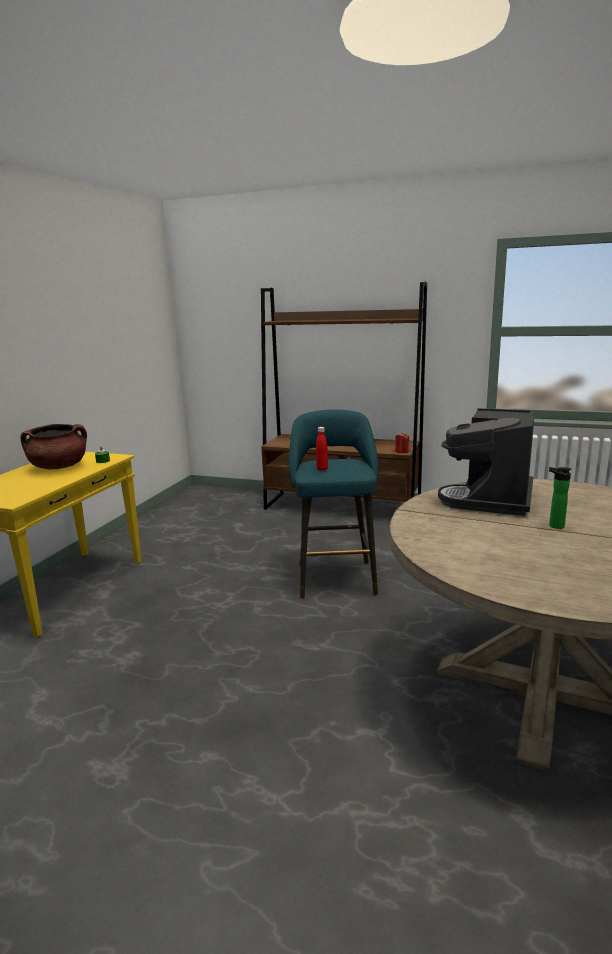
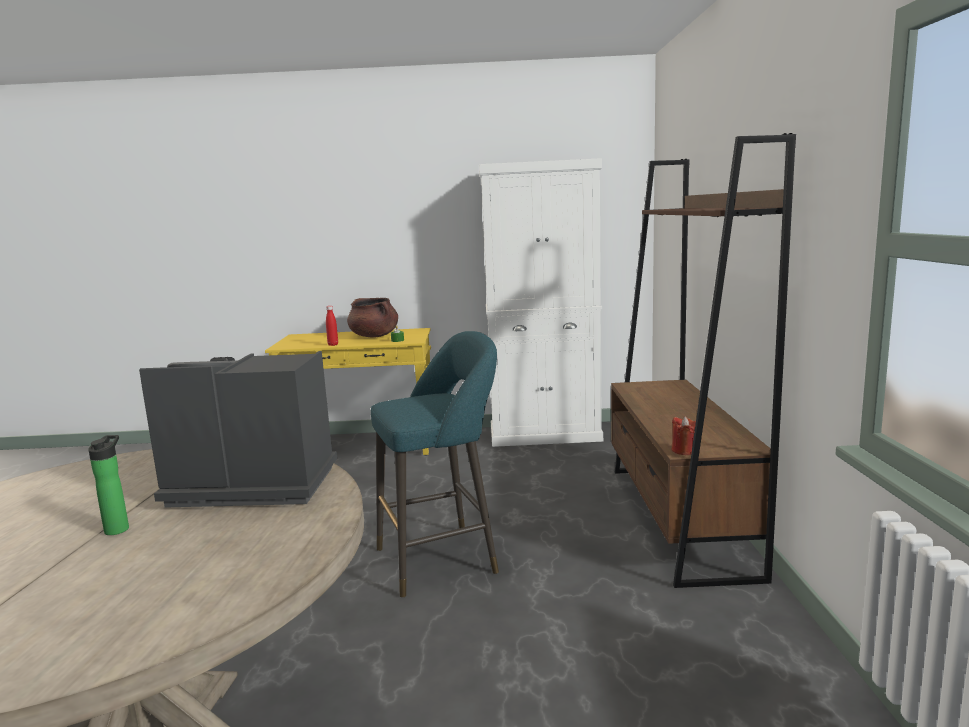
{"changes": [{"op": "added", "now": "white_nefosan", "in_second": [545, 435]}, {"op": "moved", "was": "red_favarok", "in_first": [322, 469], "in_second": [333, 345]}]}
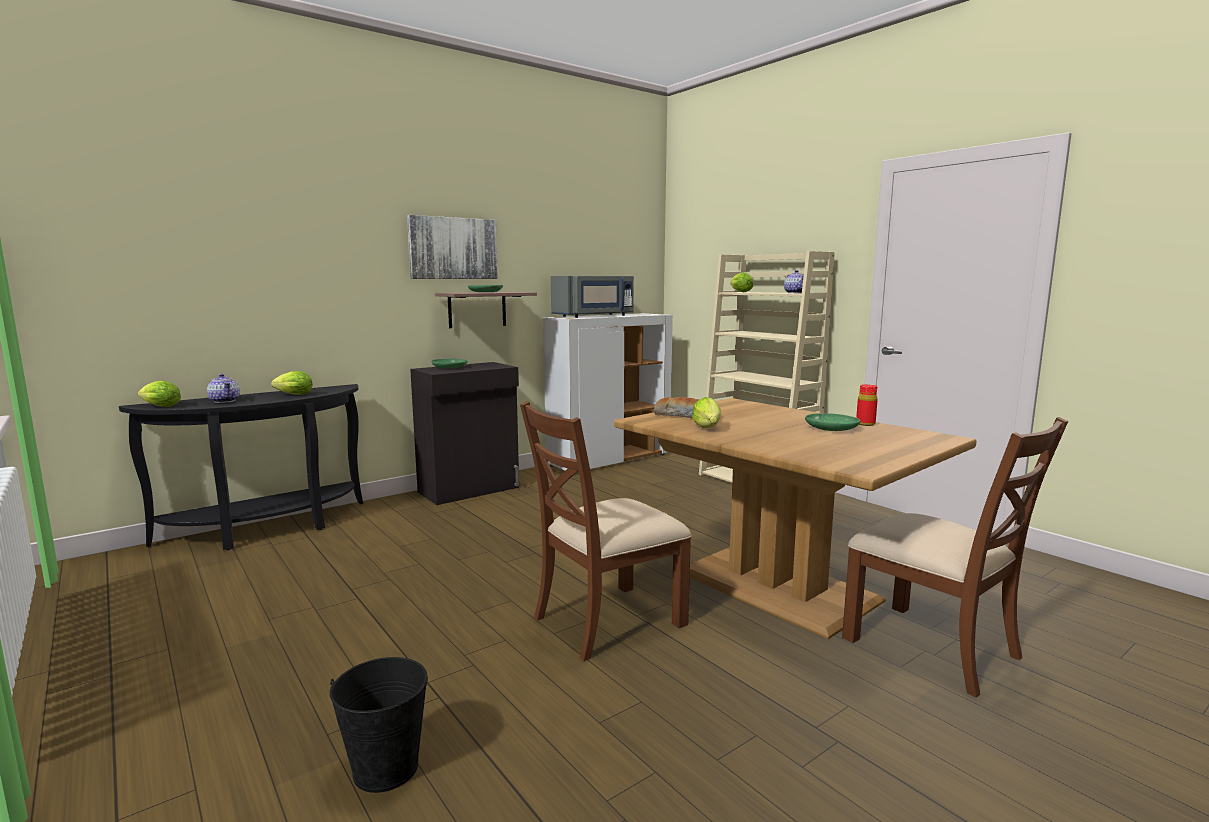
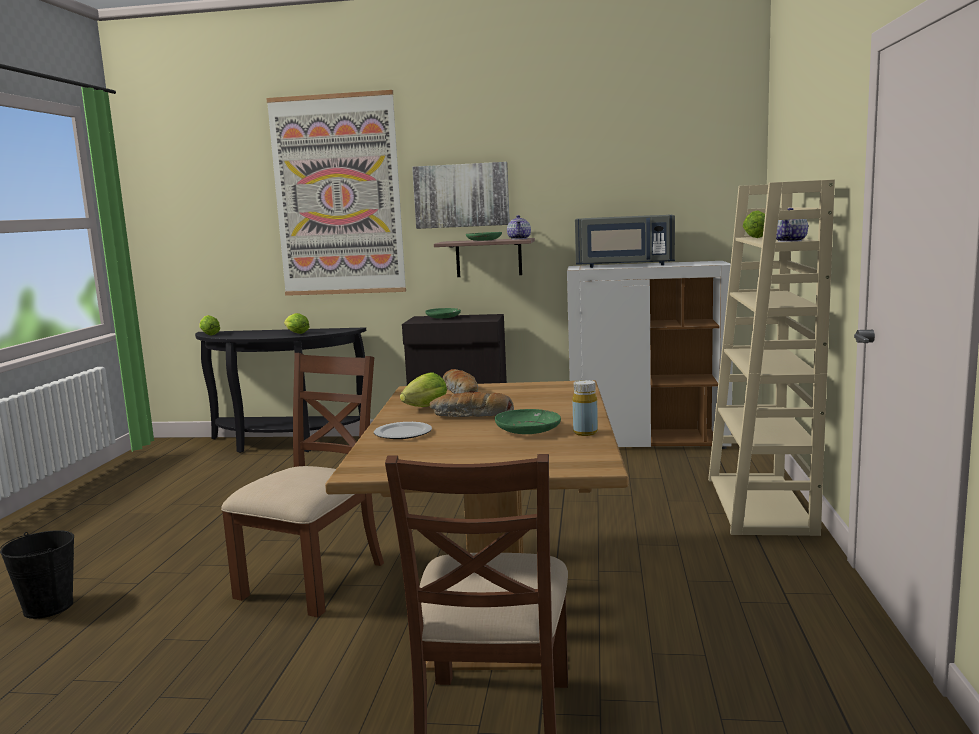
{"changes": [{"op": "added", "now": "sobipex", "in_second": [337, 196]}, {"op": "added", "now": "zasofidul", "in_second": [403, 433]}, {"op": "added", "now": "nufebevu", "in_second": [472, 416]}, {"op": "moved", "was": "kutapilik", "in_first": [225, 401], "in_second": [519, 239]}, {"op": "recoloured", "was": "red_favarok", "now": "yellow_favarok", "in_first": [865, 424], "in_second": [585, 433]}, {"op": "turned", "was": "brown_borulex", "in_first": [607, 620], "in_second": [314, 579], "clockwise": 105}]}
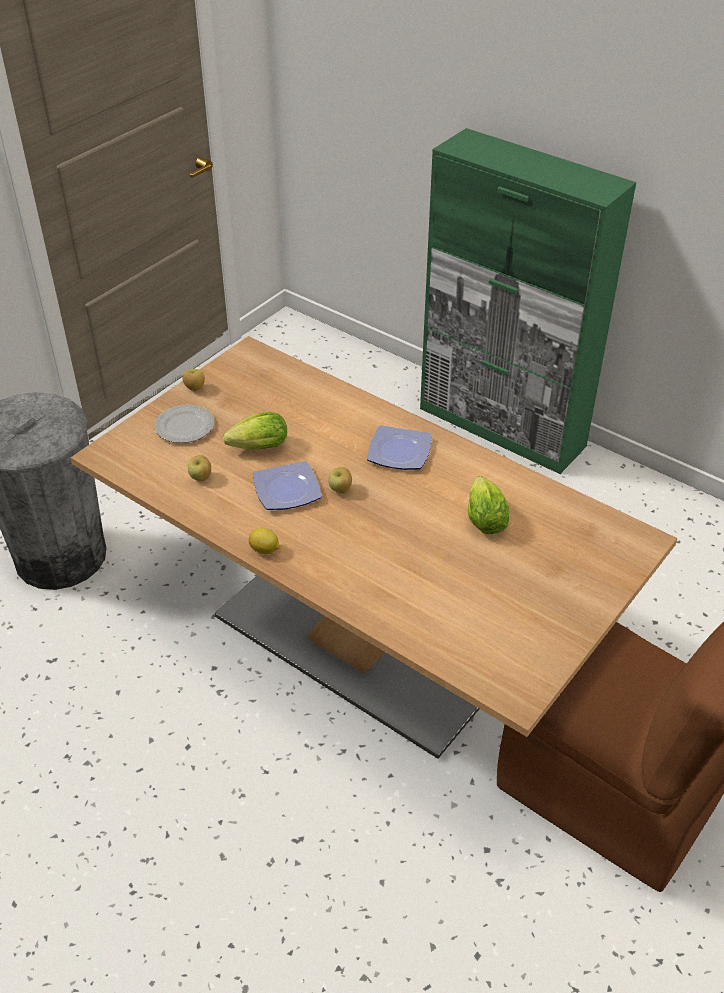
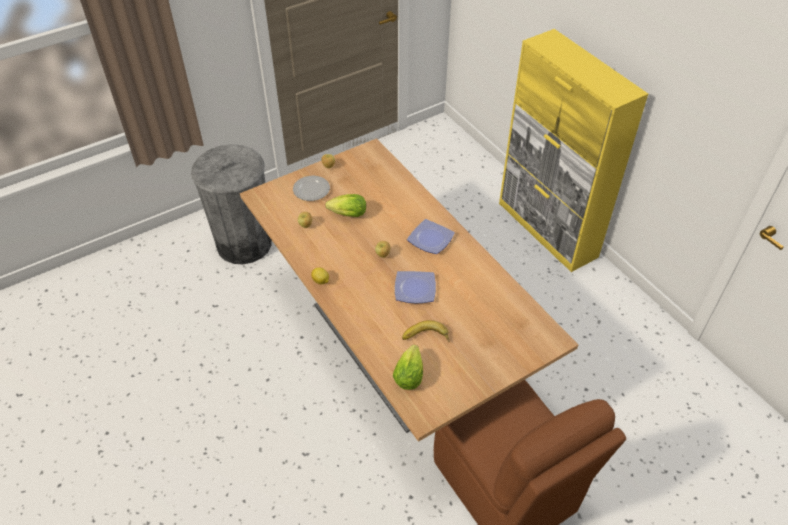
{"changes": [{"op": "added", "now": "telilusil", "in_second": [426, 338]}, {"op": "moved", "was": "zasofidul", "in_first": [288, 489], "in_second": [415, 288]}, {"op": "moved", "was": "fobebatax", "in_first": [484, 517], "in_second": [409, 373]}, {"op": "recoloured", "was": "green_nefosan", "now": "yellow_nefosan", "in_first": [502, 428], "in_second": [547, 230]}]}
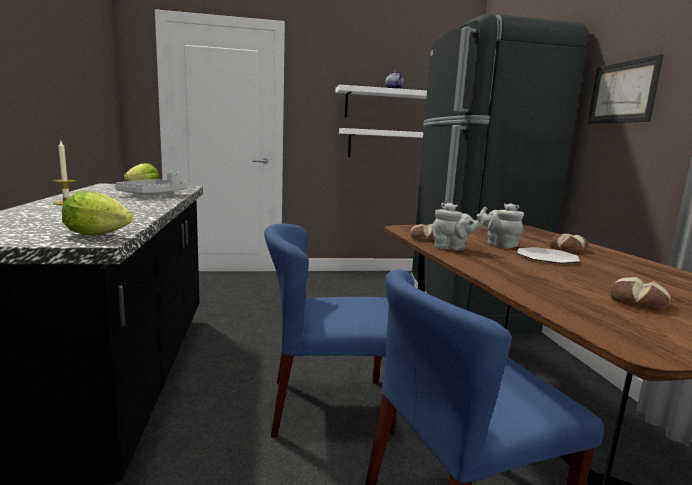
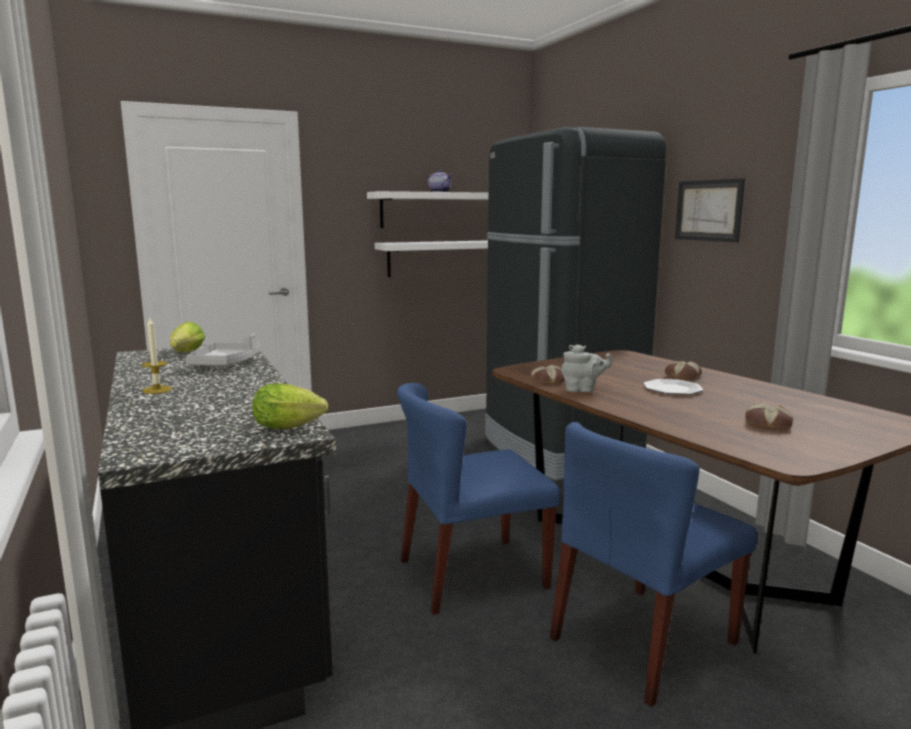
{"changes": [{"op": "removed", "was": "grey_kutapilik", "in_first": [499, 245]}]}
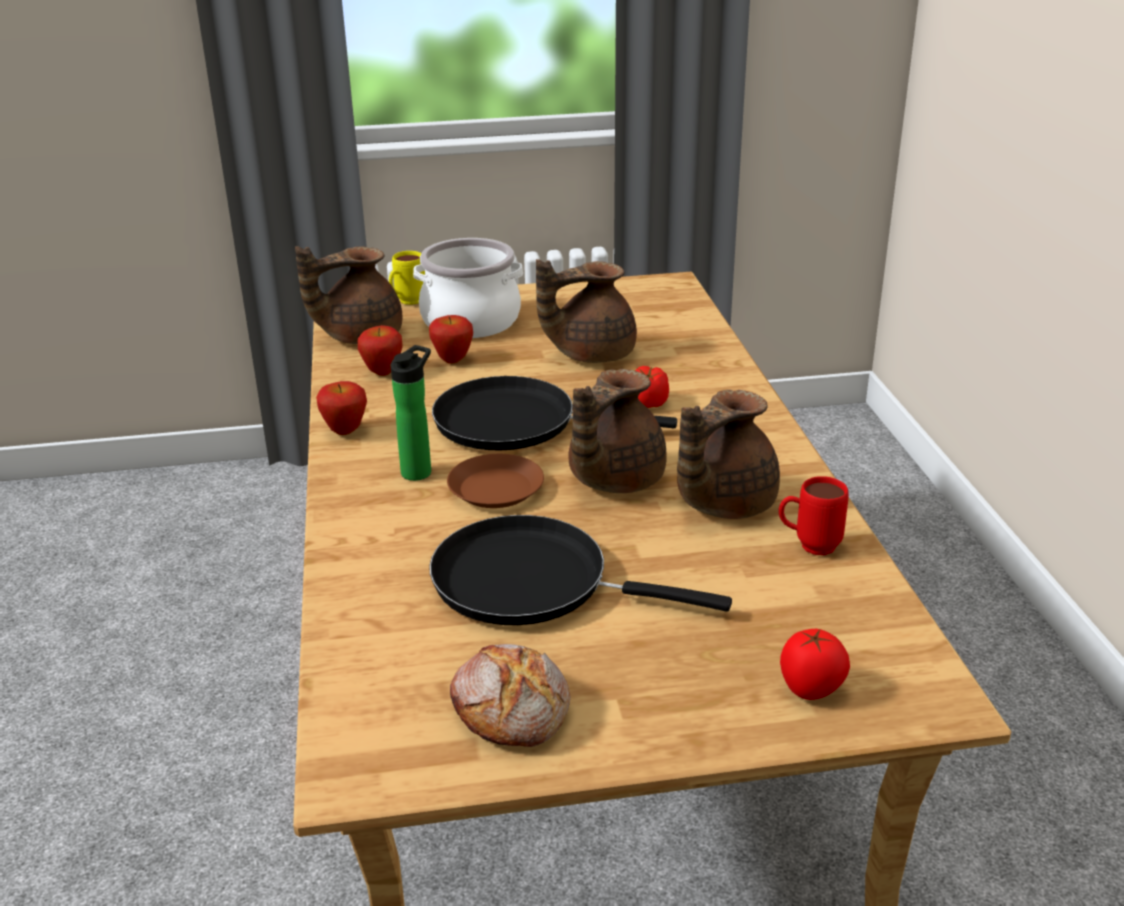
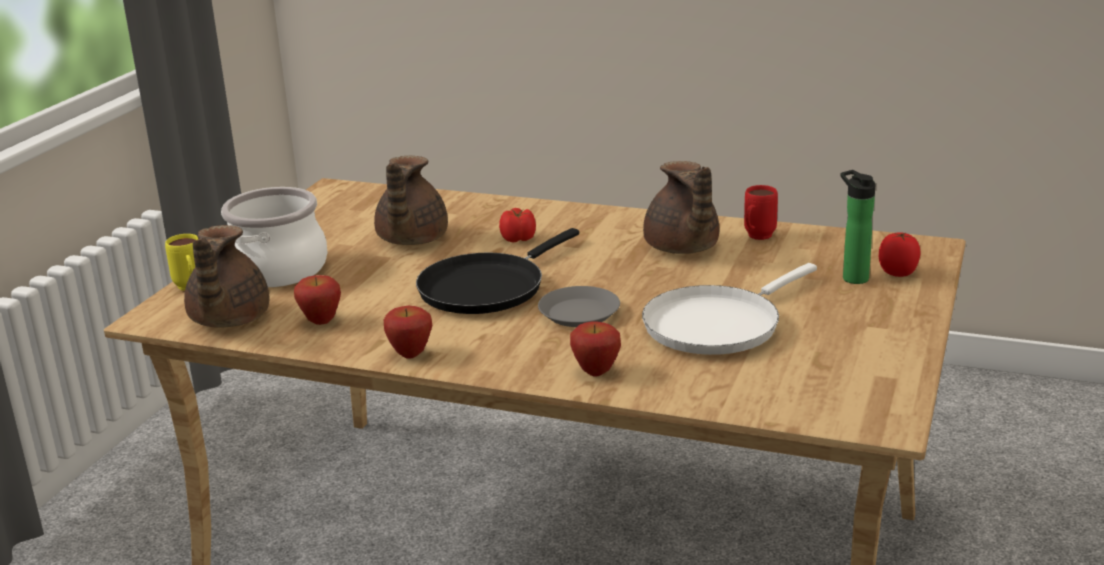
{"changes": [{"op": "removed", "was": "nufebevu", "in_first": [513, 708]}, {"op": "removed", "was": "brown_kutapilik", "in_first": [612, 480]}, {"op": "moved", "was": "favarok", "in_first": [419, 471], "in_second": [852, 277]}, {"op": "moved", "was": "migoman", "in_first": [453, 361], "in_second": [596, 372]}, {"op": "recoloured", "was": "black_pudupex", "now": "white_pudupex", "in_first": [532, 582], "in_second": [717, 324]}, {"op": "recoloured", "was": "brown_zasofidul", "now": "grey_zasofidul", "in_first": [495, 488], "in_second": [578, 313]}]}
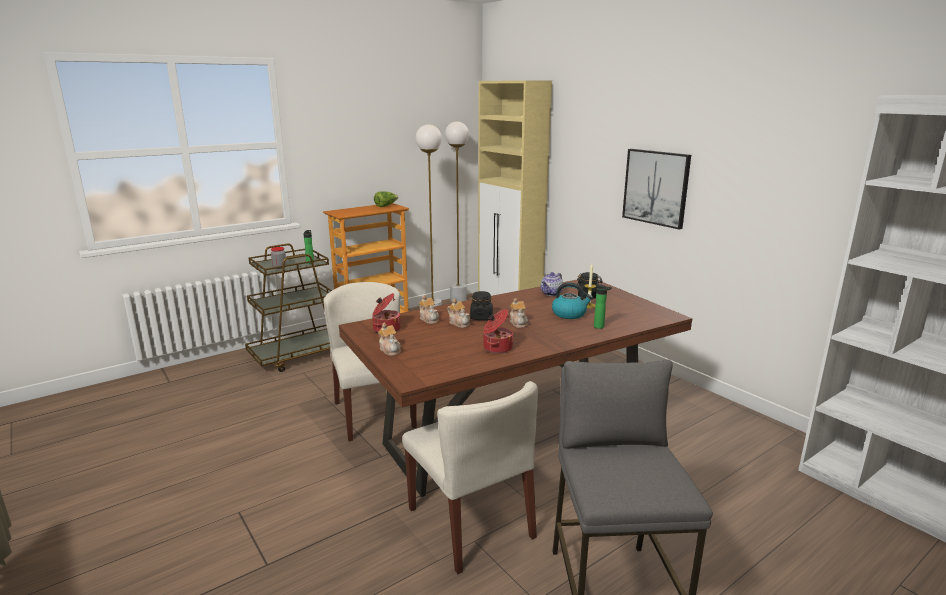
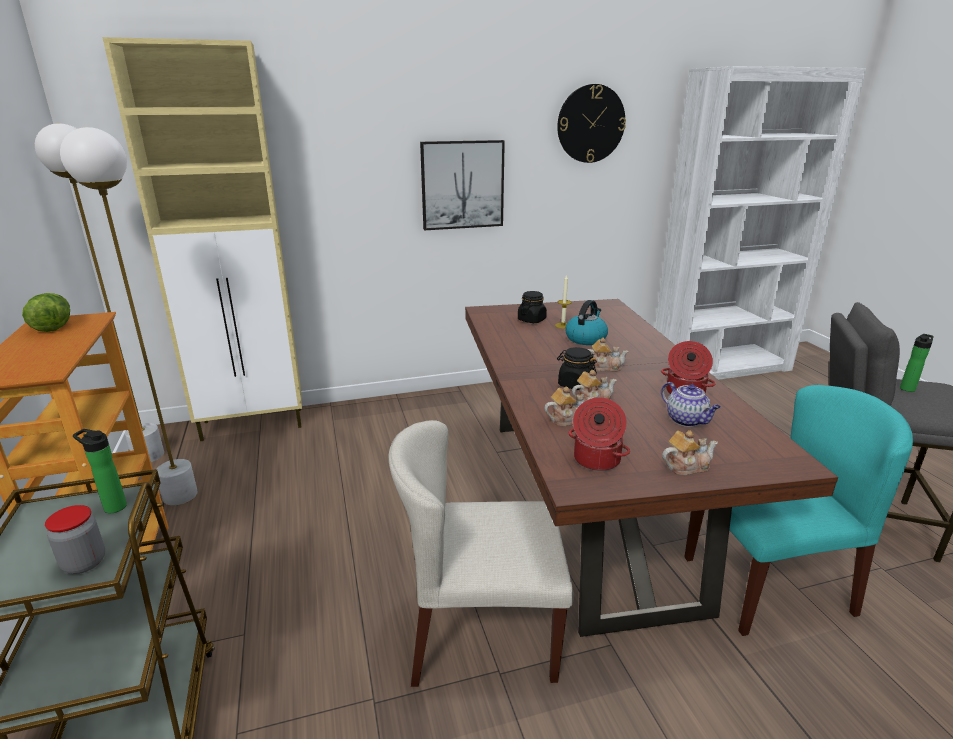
{"changes": [{"op": "added", "now": "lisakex", "in_second": [590, 124]}, {"op": "moved", "was": "kutapilik", "in_first": [551, 294], "in_second": [687, 420]}, {"op": "moved", "was": "favarok", "in_first": [600, 327], "in_second": [908, 388]}, {"op": "recoloured", "was": "beige_borulex", "now": "turquoise_borulex", "in_first": [471, 523], "in_second": [767, 584]}]}
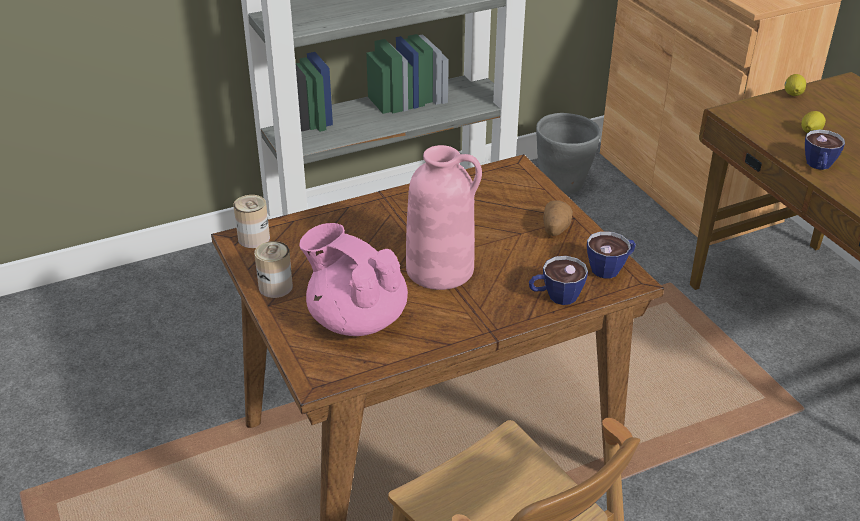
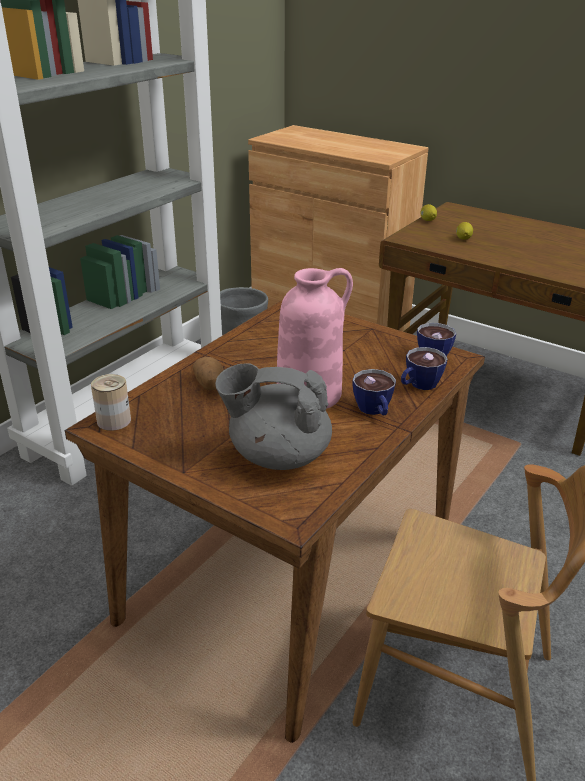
{"changes": [{"op": "removed", "was": "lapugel", "in_first": [275, 287]}, {"op": "moved", "was": "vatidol", "in_first": [555, 229], "in_second": [209, 385]}, {"op": "moved", "was": "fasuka", "in_first": [819, 166], "in_second": [374, 411]}, {"op": "recoloured", "was": "pink_kutapilik", "now": "grey_kutapilik", "in_first": [356, 318], "in_second": [277, 455]}]}
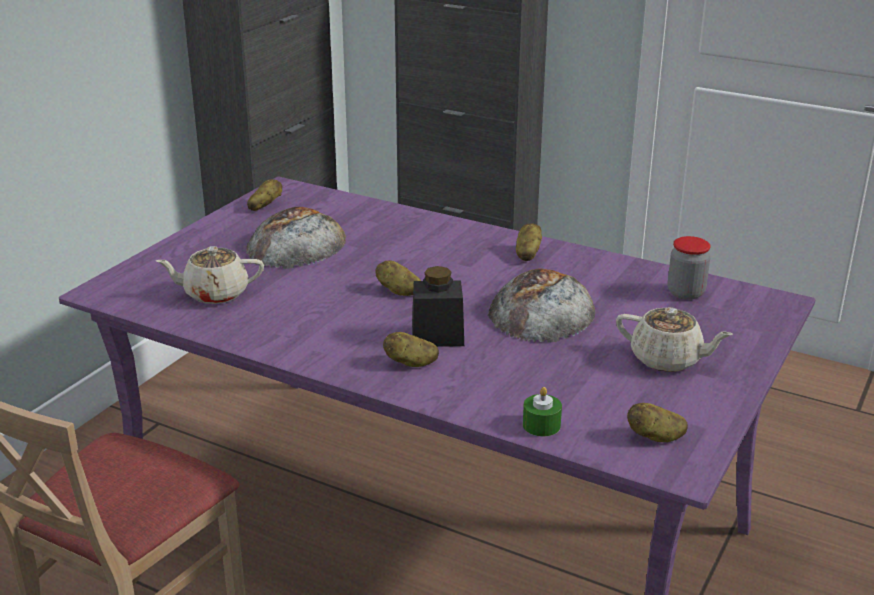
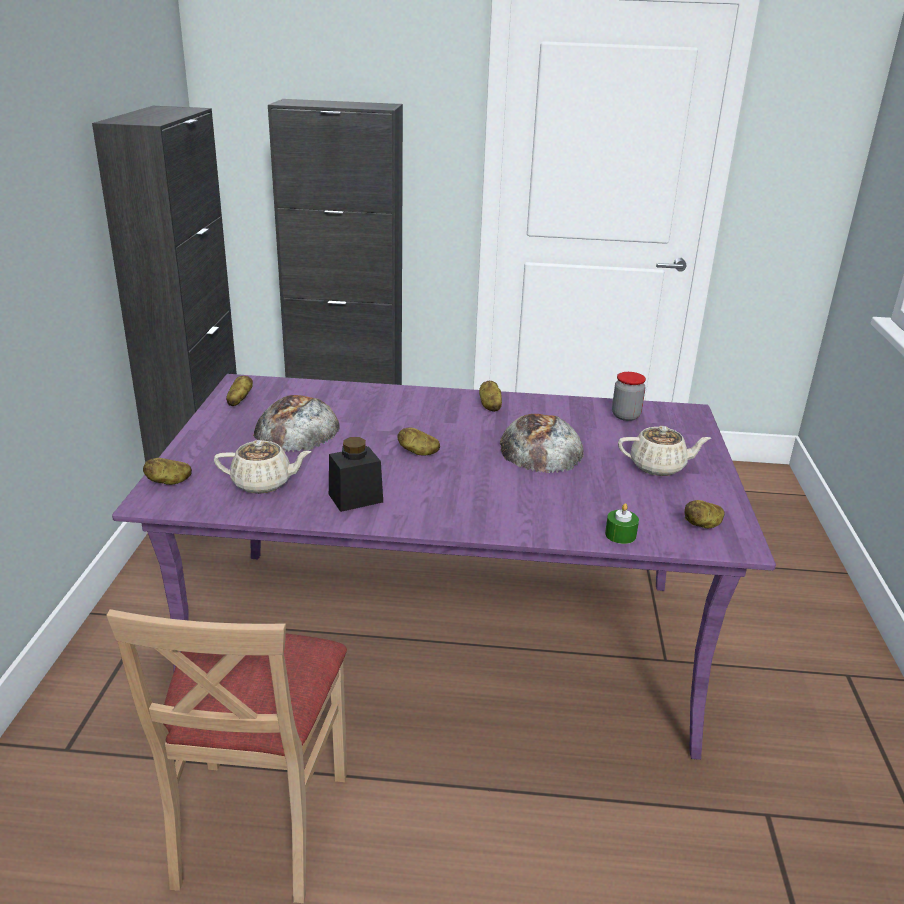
{"changes": [{"op": "moved", "was": "vatidol", "in_first": [410, 363], "in_second": [169, 482]}, {"op": "moved", "was": "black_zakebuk", "in_first": [437, 336], "in_second": [355, 498]}, {"op": "turned", "was": "beige_kutapilik", "in_first": [214, 294], "in_second": [263, 483], "clockwise": -150}]}
